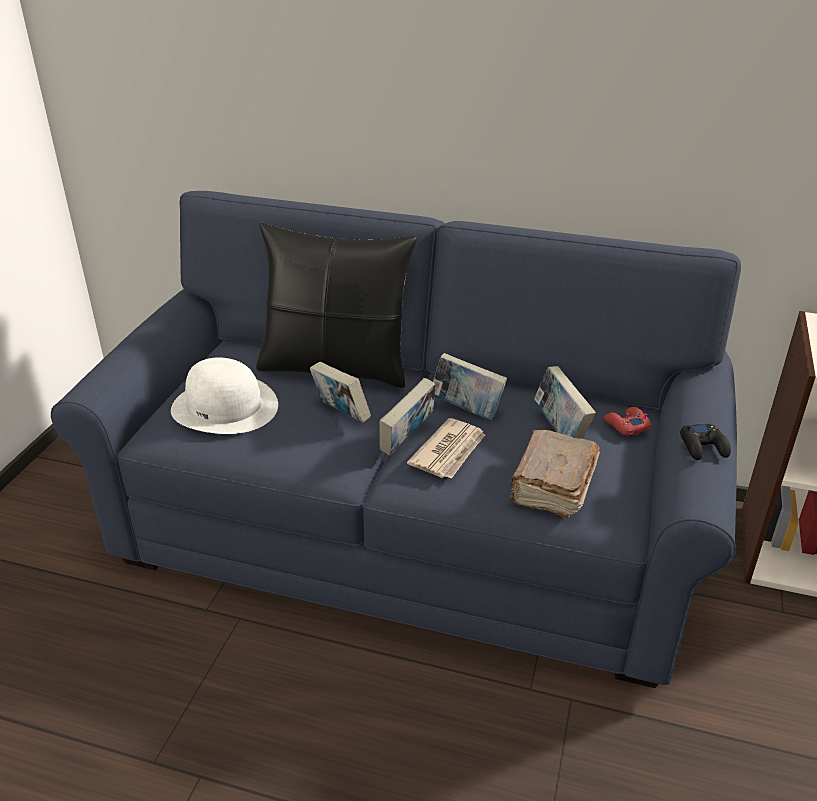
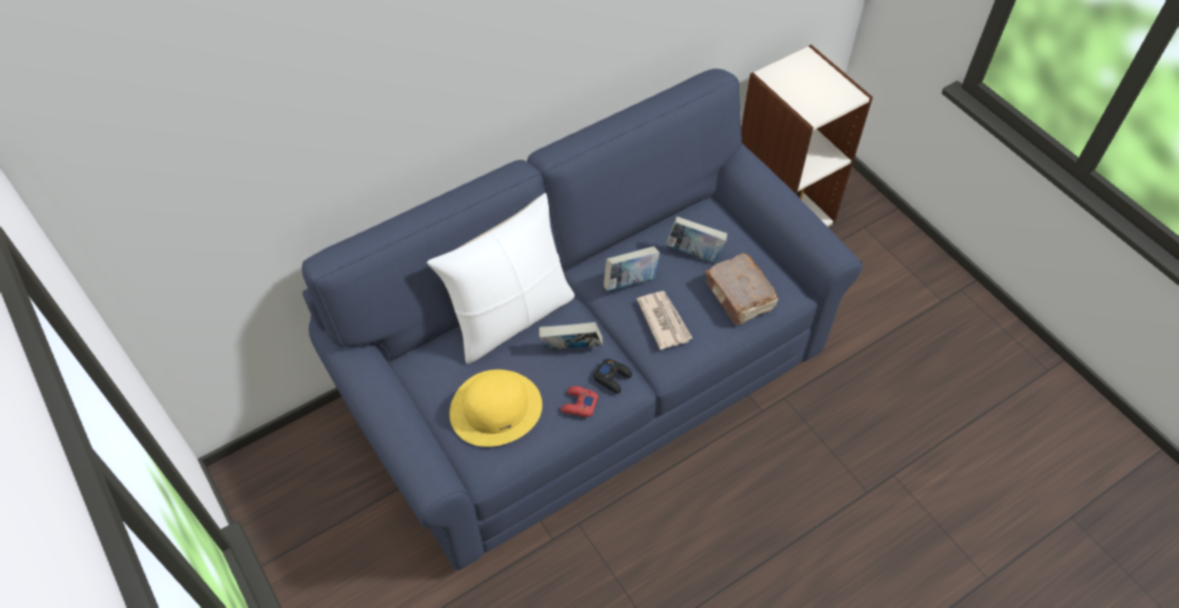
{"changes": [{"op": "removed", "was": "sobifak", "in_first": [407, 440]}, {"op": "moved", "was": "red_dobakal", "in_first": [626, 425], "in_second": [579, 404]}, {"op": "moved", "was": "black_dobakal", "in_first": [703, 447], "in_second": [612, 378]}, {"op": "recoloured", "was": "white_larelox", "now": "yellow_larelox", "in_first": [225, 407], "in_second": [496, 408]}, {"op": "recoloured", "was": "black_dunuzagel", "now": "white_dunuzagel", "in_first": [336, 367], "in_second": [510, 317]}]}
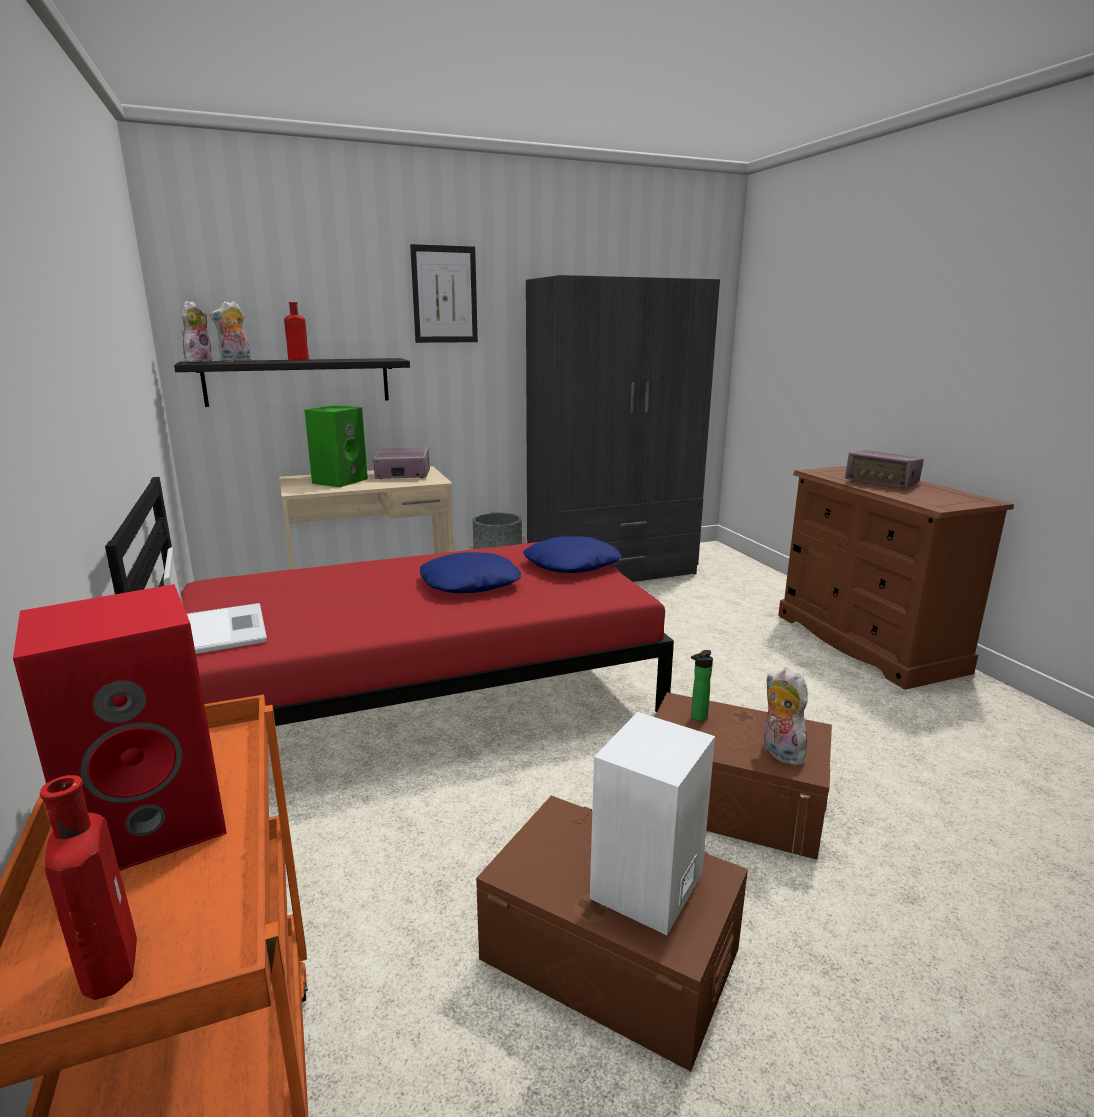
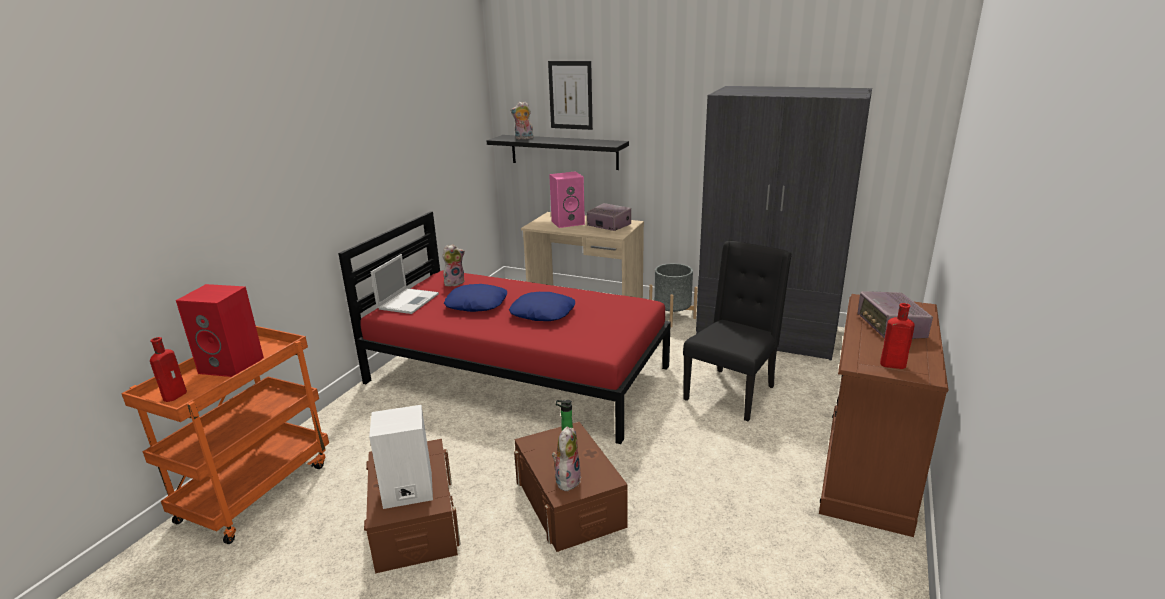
{"changes": [{"op": "added", "now": "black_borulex", "in_second": [731, 393]}, {"op": "moved", "was": "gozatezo", "in_first": [198, 361], "in_second": [455, 282]}, {"op": "moved", "was": "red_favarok", "in_first": [297, 360], "in_second": [890, 364]}, {"op": "moved", "was": "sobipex", "in_first": [444, 294], "in_second": [570, 95]}, {"op": "moved", "was": "blue_dunuzagel", "in_first": [571, 564], "in_second": [477, 304]}, {"op": "recoloured", "was": "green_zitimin", "now": "pink_zitimin", "in_first": [340, 481], "in_second": [568, 222]}]}
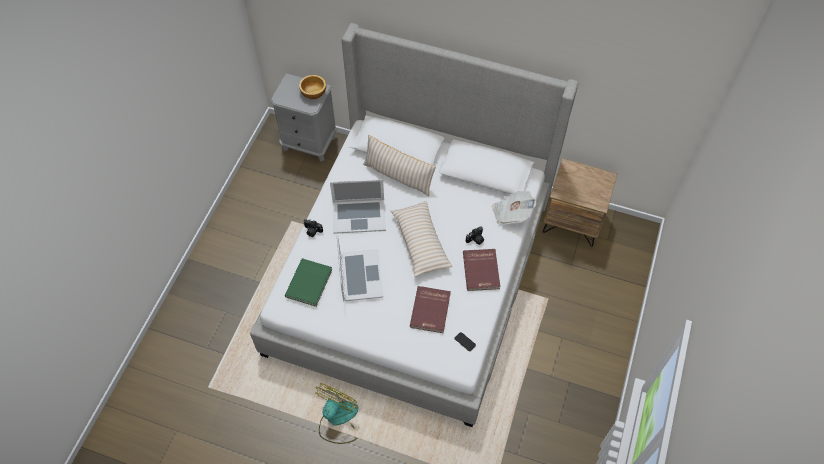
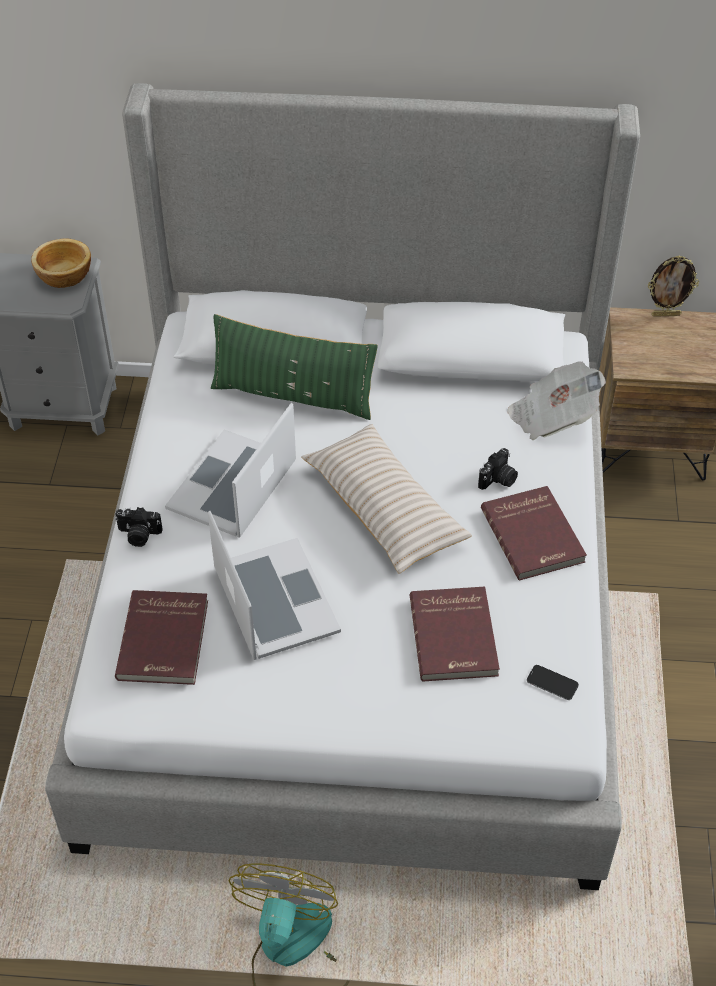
{"changes": [{"op": "added", "now": "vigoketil", "in_second": [666, 314]}, {"op": "recoloured", "was": "green_sobifak", "now": "red_sobifak", "in_first": [310, 283], "in_second": [165, 640]}, {"op": "recoloured", "was": "beige_dunuzagel", "now": "green_dunuzagel", "in_first": [398, 176], "in_second": [293, 395]}, {"op": "turned", "was": "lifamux", "in_first": [359, 215], "in_second": [233, 484], "clockwise": 135}]}
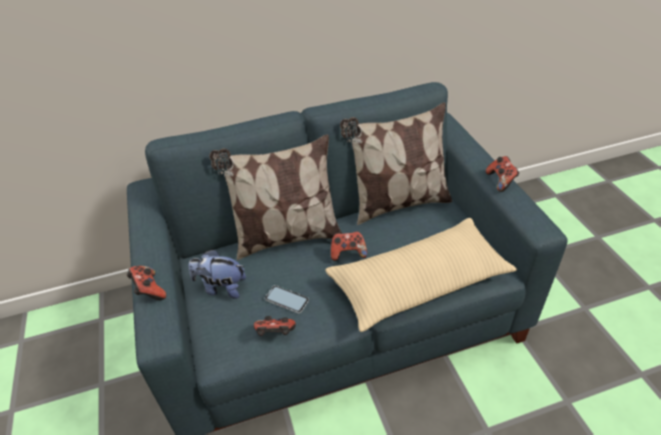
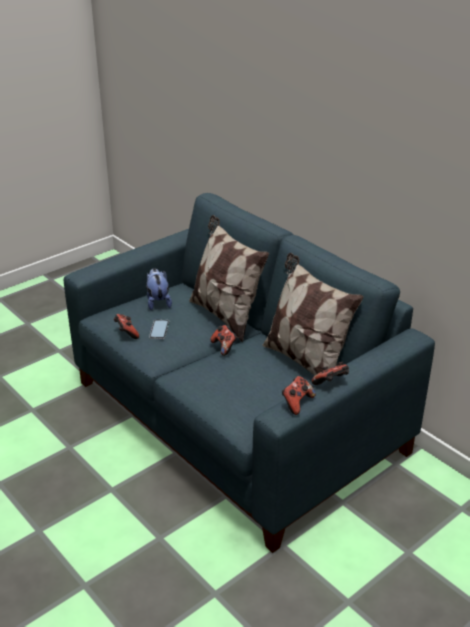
{"changes": [{"op": "removed", "was": "beige_dunuzagel", "in_first": [419, 282]}, {"op": "moved", "was": "dobakal", "in_first": [149, 290], "in_second": [296, 403]}]}
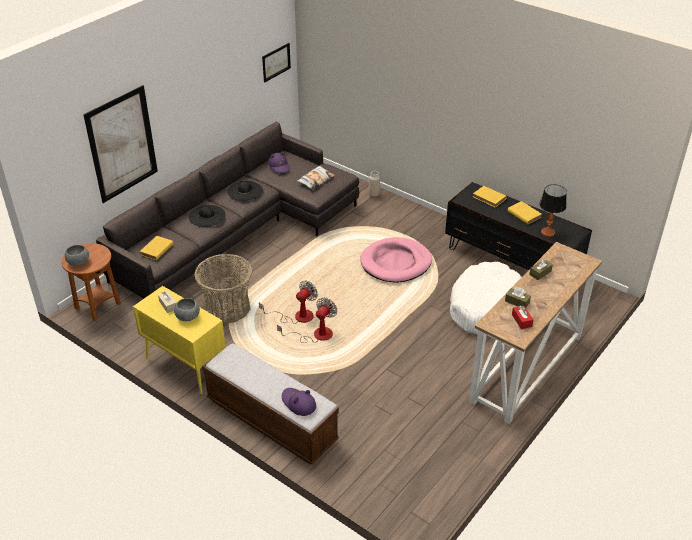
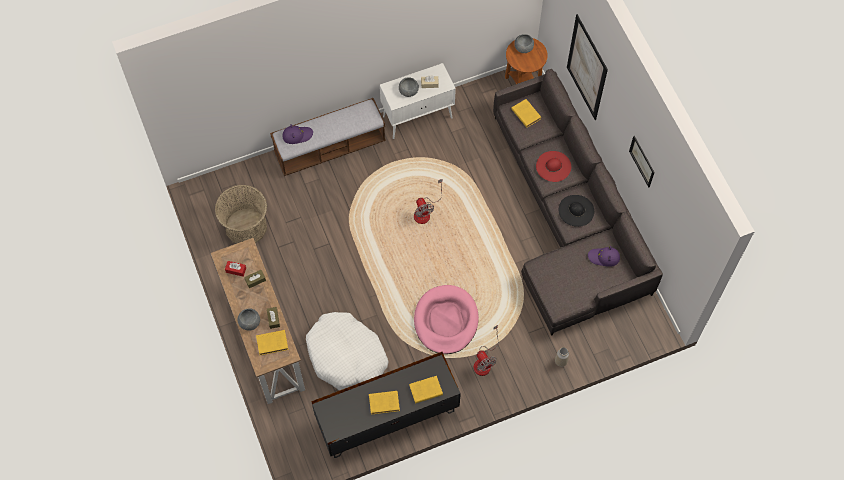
{"changes": [{"op": "removed", "was": "dunuzagel", "in_first": [316, 180]}, {"op": "removed", "was": "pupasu", "in_first": [547, 232]}, {"op": "added", "now": "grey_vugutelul", "in_second": [250, 322]}, {"op": "added", "now": "yellow_sobifak", "in_second": [273, 343]}, {"op": "moved", "was": "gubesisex", "in_first": [227, 308], "in_second": [246, 227]}, {"op": "moved", "was": "sobipex", "in_first": [276, 62], "in_second": [642, 161]}, {"op": "moved", "was": "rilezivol", "in_first": [315, 335], "in_second": [484, 361]}, {"op": "recoloured", "was": "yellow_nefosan", "now": "white_nefosan", "in_first": [185, 365], "in_second": [418, 117]}, {"op": "recoloured", "was": "black_larelox", "now": "red_larelox", "in_first": [207, 216], "in_second": [553, 166]}]}
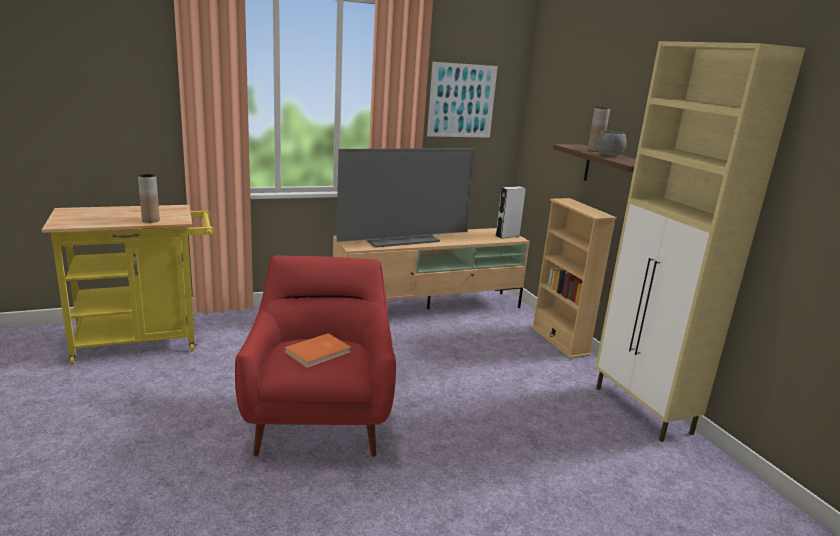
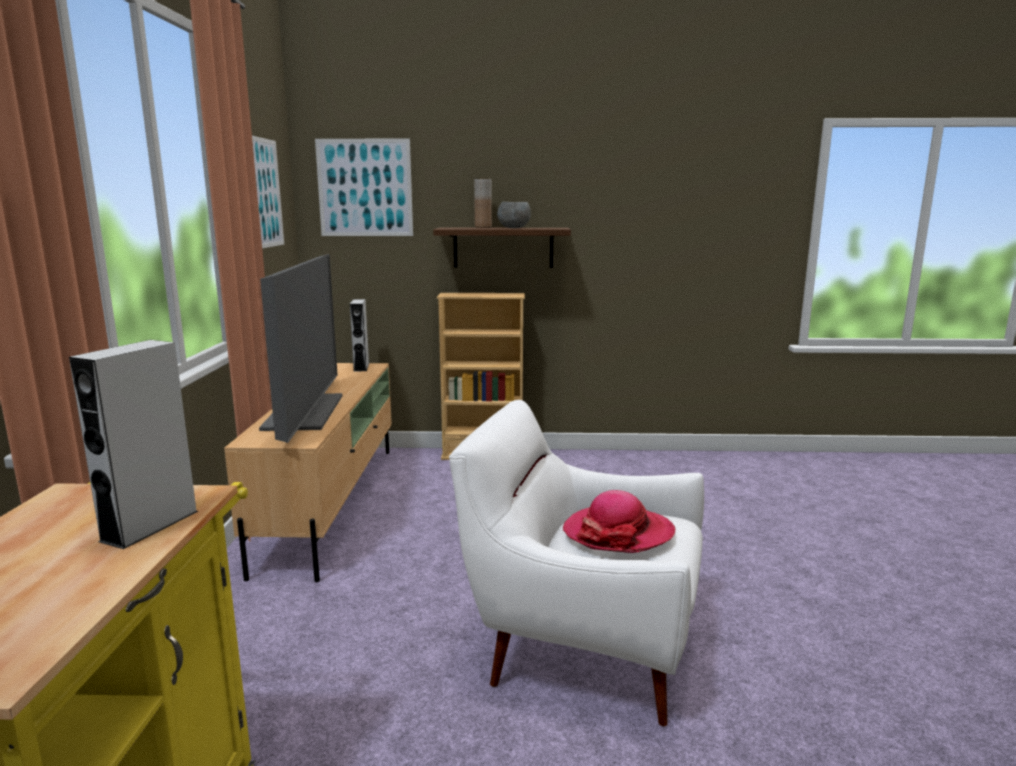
{"changes": [{"op": "removed", "was": "beige_nefosan", "in_first": [643, 411]}, {"op": "added", "now": "sobipex", "in_second": [365, 188]}, {"op": "replaced", "was": "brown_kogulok", "now": "grey_zitimin", "in_first": [150, 220], "in_second": [150, 526]}, {"op": "replaced", "was": "orange_sobifak", "now": "larelox", "in_first": [319, 352], "in_second": [618, 533]}, {"op": "recoloured", "was": "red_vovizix", "now": "white_vovizix", "in_first": [320, 418], "in_second": [581, 646]}]}
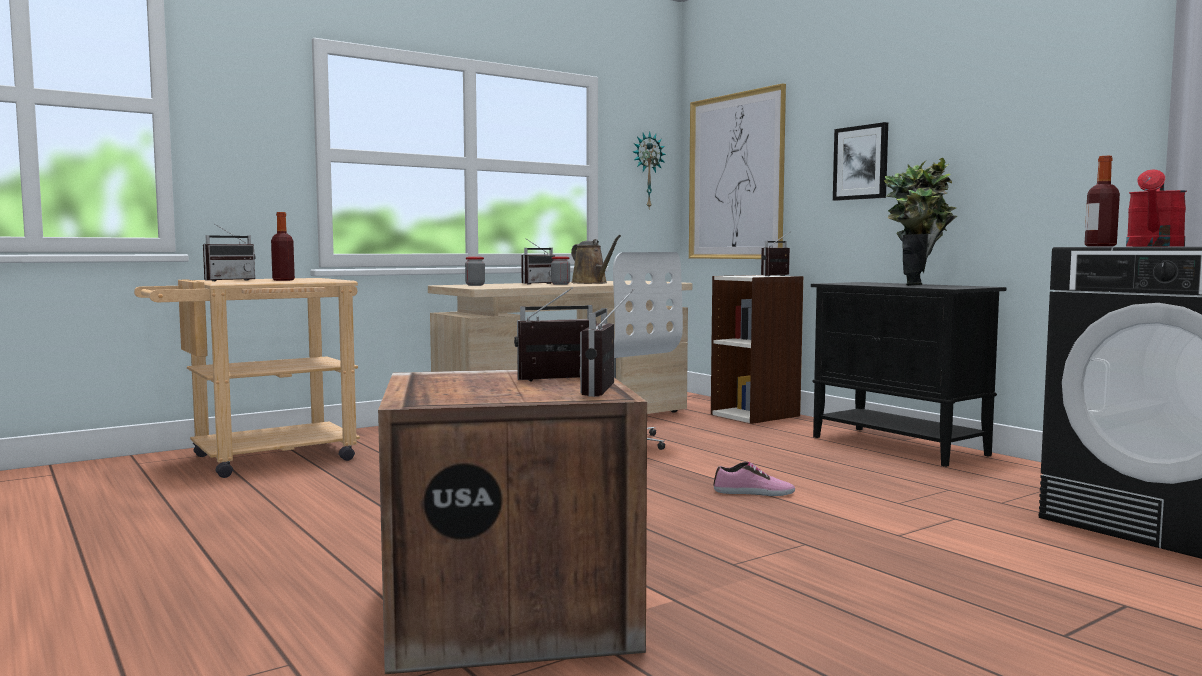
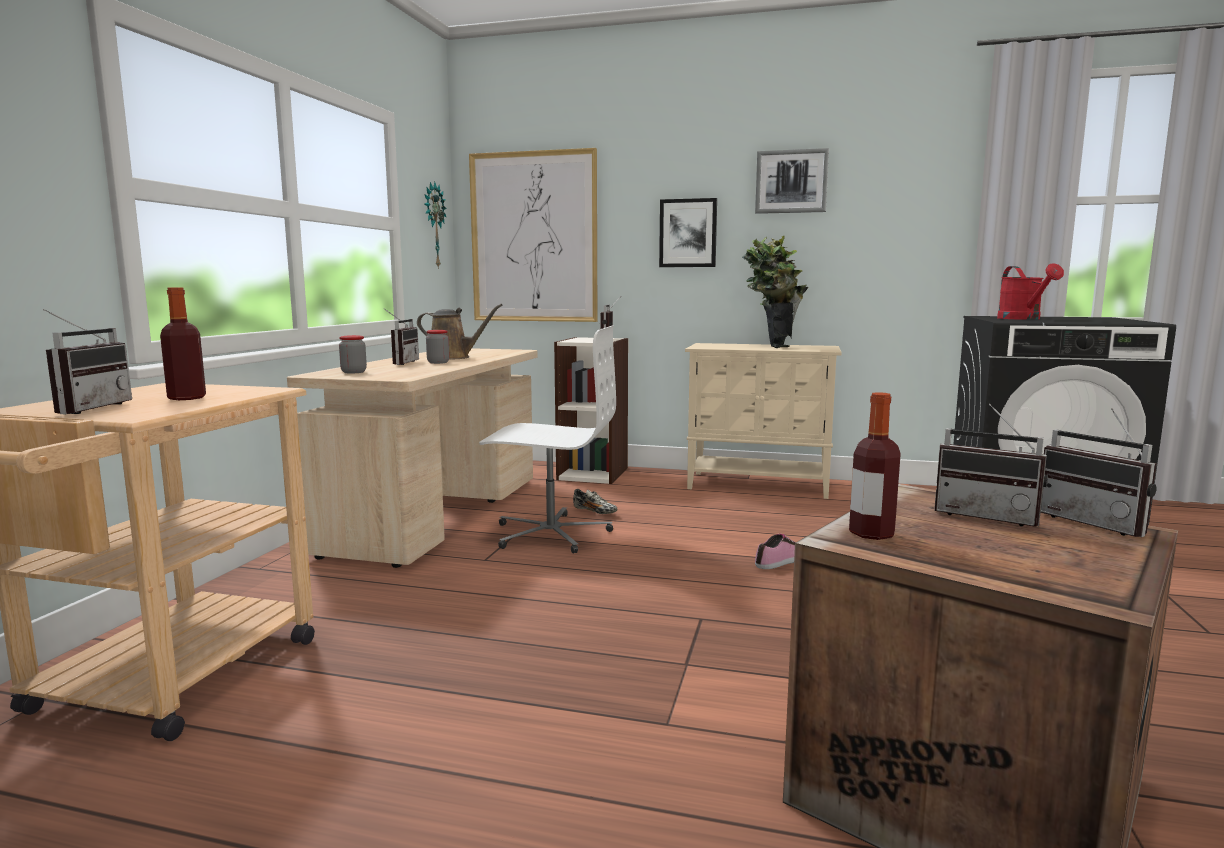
{"changes": [{"op": "added", "now": "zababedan", "in_second": [595, 512]}, {"op": "added", "now": "sobipex", "in_second": [791, 181]}, {"op": "moved", "was": "favarok", "in_first": [1100, 246], "in_second": [871, 533]}, {"op": "recoloured", "was": "black_nefosan", "now": "beige_nefosan", "in_first": [899, 446], "in_second": [759, 485]}, {"op": "turned", "was": "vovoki", "in_first": [558, 381], "in_second": [988, 516], "clockwise": -90}]}
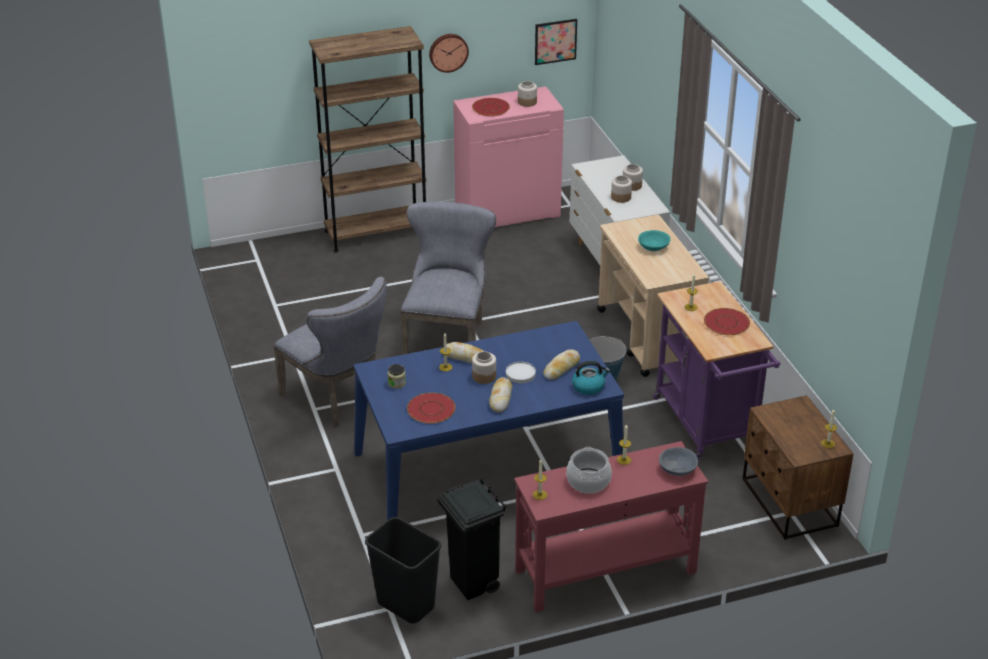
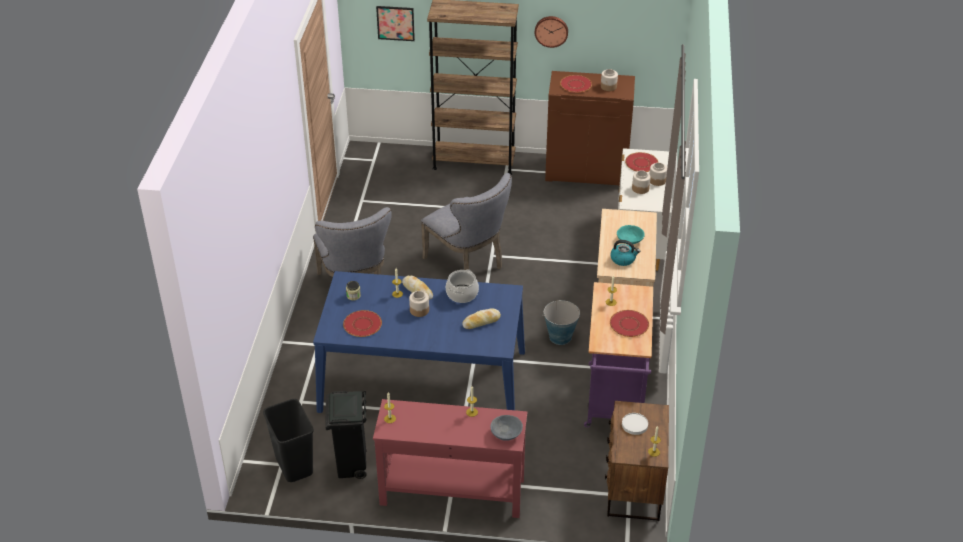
{"changes": [{"op": "removed", "was": "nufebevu", "in_first": [501, 398]}, {"op": "added", "now": "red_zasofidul", "in_second": [641, 163]}, {"op": "moved", "was": "white_zasofidul", "in_first": [520, 374], "in_second": [635, 425]}, {"op": "moved", "was": "sobipex", "in_first": [555, 41], "in_second": [395, 23]}, {"op": "moved", "was": "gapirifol", "in_first": [588, 481], "in_second": [462, 294]}, {"op": "moved", "was": "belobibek", "in_first": [589, 386], "in_second": [623, 259]}, {"op": "recoloured", "was": "pink_nefosan", "now": "brown_nefosan", "in_first": [507, 212], "in_second": [587, 171]}, {"op": "turned", "was": "grey_borulex", "in_first": [447, 337], "in_second": [468, 264], "clockwise": 105}]}
